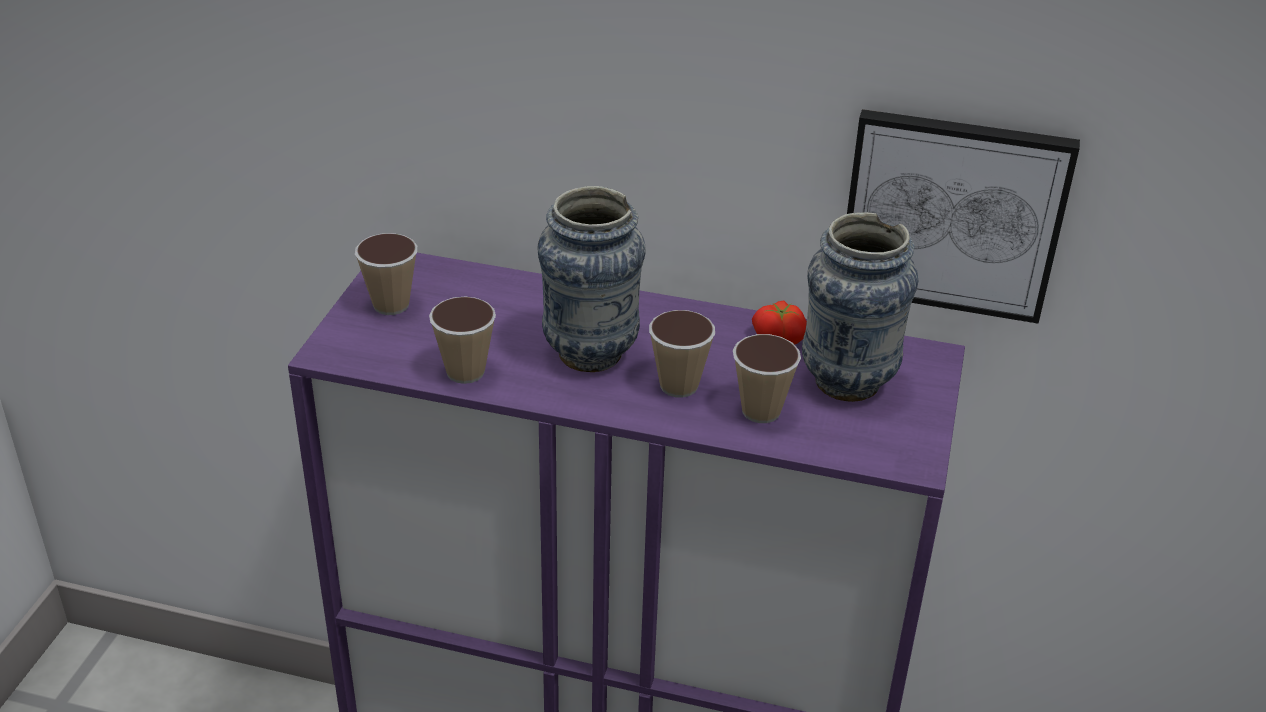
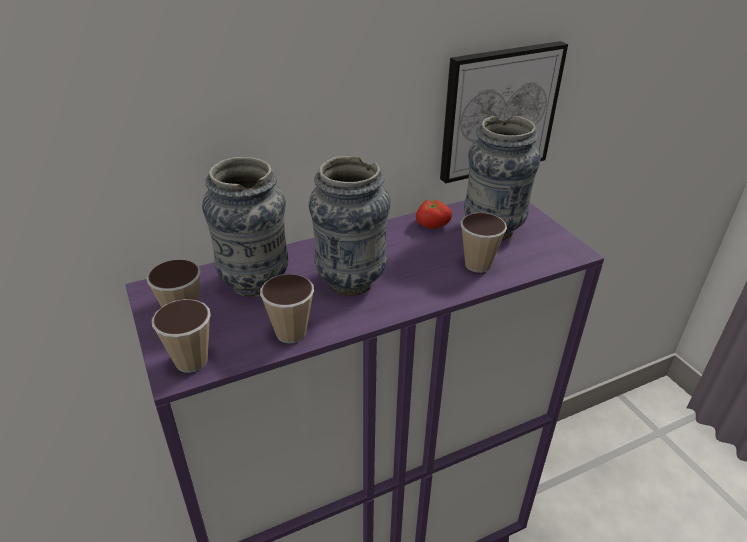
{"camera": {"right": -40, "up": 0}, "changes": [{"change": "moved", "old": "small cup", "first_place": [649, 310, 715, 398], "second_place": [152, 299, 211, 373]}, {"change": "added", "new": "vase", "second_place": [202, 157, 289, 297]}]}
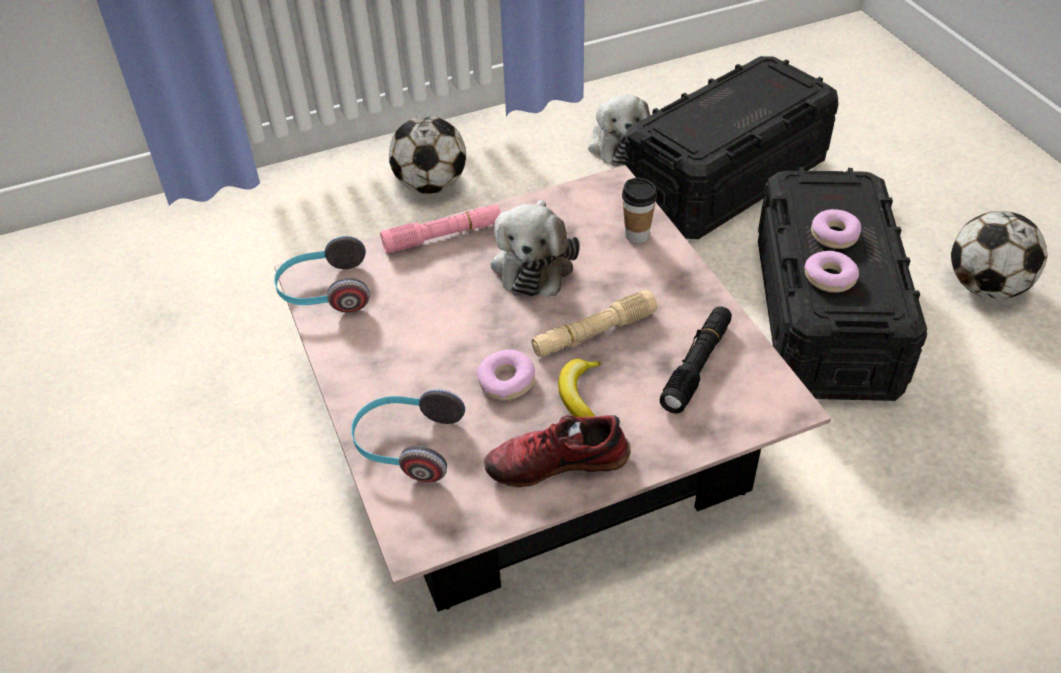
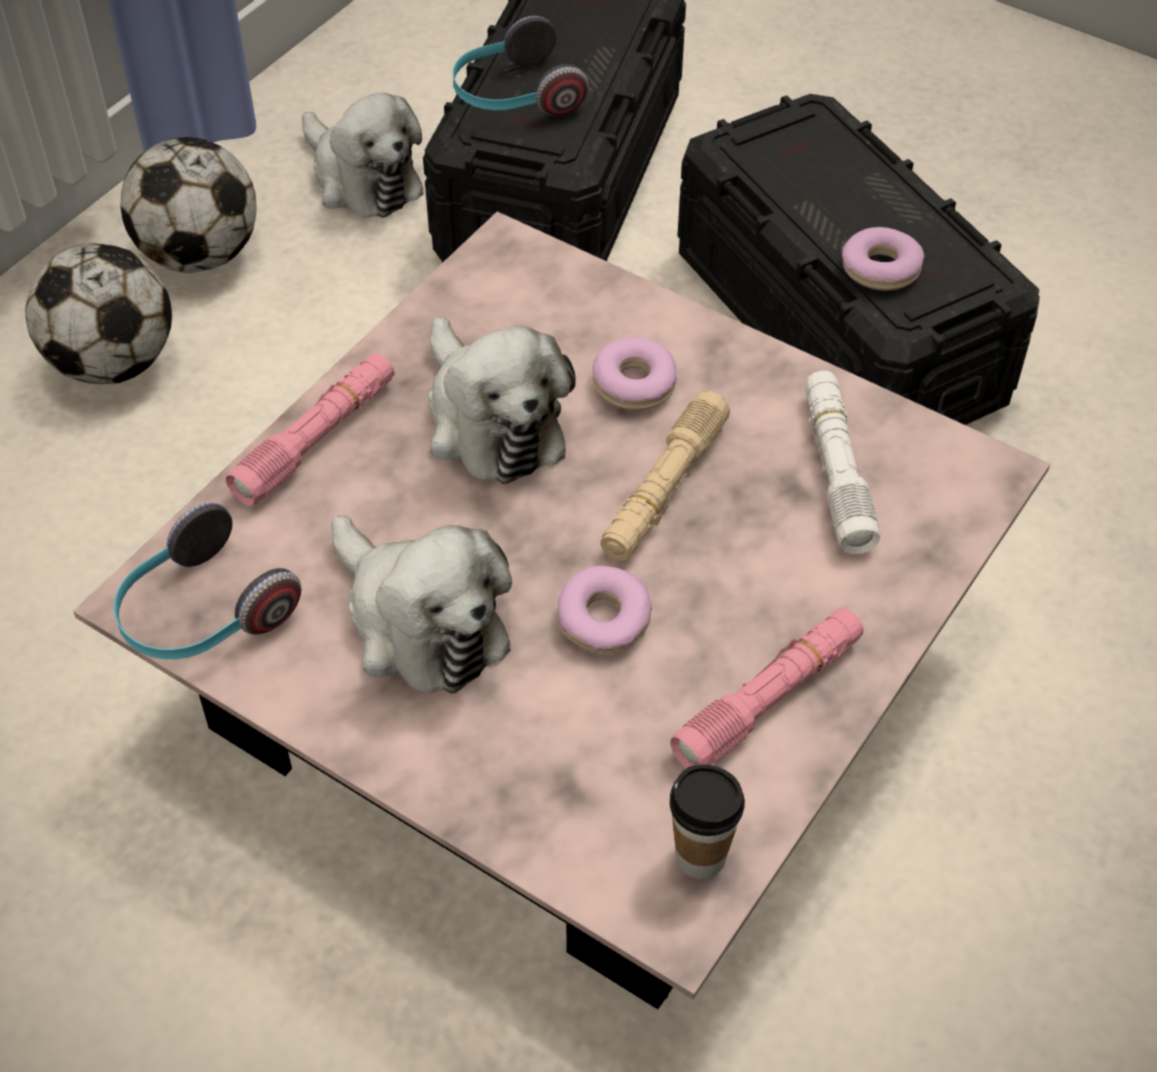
{"camera": {"right": -35, "up": 5}, "changes": [{"change": "moved", "old": "football", "first_place": [951, 211, 1047, 299], "second_place": [120, 137, 256, 273]}, {"change": "added", "new": "cuddly toy", "second_place": [331, 515, 512, 693]}, {"change": "moved", "old": "headphones", "first_place": [351, 389, 465, 482], "second_place": [453, 16, 589, 116]}, {"change": "moved", "old": "donut", "first_place": [811, 209, 861, 249], "second_place": [592, 337, 676, 410]}, {"change": "replaced", "old": "low shoe", "new": "torch (pinkish)", "first_place": [484, 415, 631, 488], "second_place": [670, 608, 864, 768]}, {"change": "moved", "old": "small cup", "first_place": [622, 178, 657, 243], "second_place": [670, 764, 745, 879]}, {"change": "recoloured", "old": "torch (blackish)", "new": "torch (whitish)", "first_place": [660, 306, 732, 413], "second_place": [805, 371, 880, 554]}, {"change": "removed", "old": "banana fruit", "first_place": [558, 359, 602, 417]}]}
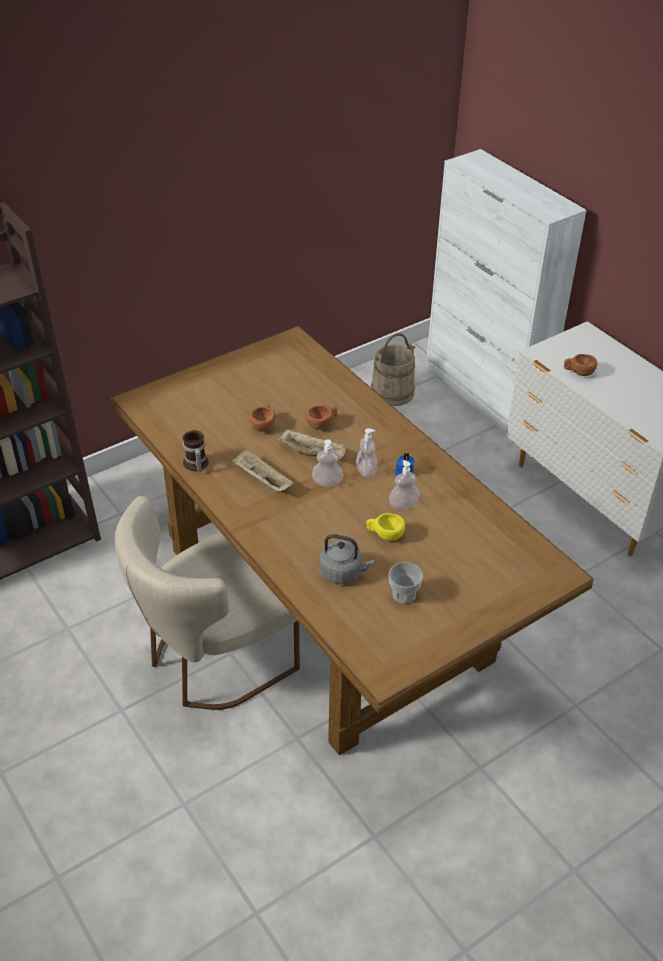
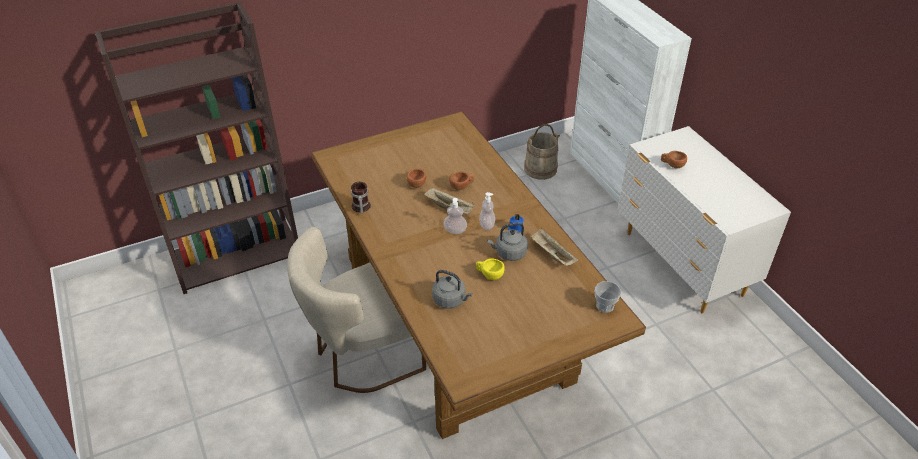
{"camera": {"right": 10, "up": 0}, "changes": [{"change": "replaced", "old": "soap dispenser", "new": "tea kettle (grey)", "first_place": [389, 460, 420, 510], "second_place": [487, 222, 528, 261]}, {"change": "moved", "old": "carrying tray (beige-coloured)", "first_place": [232, 449, 294, 492], "second_place": [530, 229, 578, 266]}, {"change": "moved", "old": "small cup", "first_place": [389, 562, 423, 604], "second_place": [595, 281, 621, 313]}]}
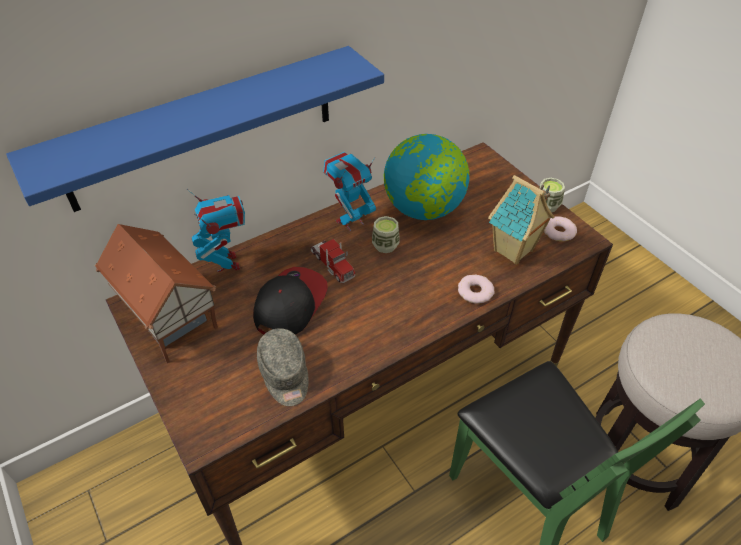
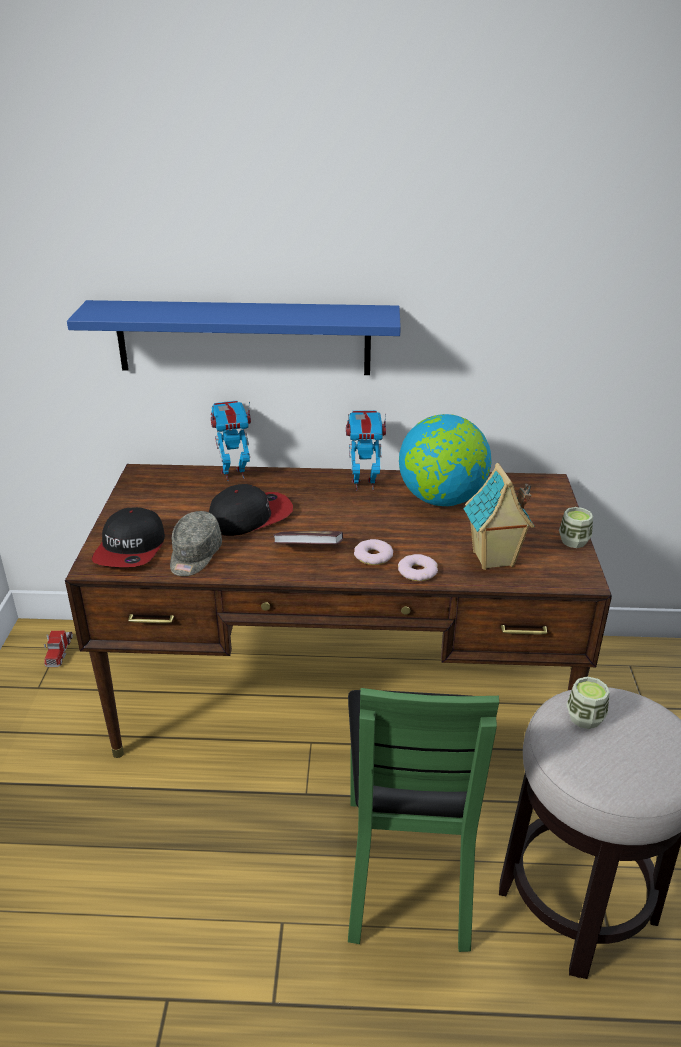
{"camera": {"right": 35, "up": -15}, "changes": [{"change": "moved", "old": "toy truck", "first_place": [310, 239, 355, 283], "second_place": [44, 631, 73, 667]}, {"change": "added", "new": "peaked cap", "second_place": [92, 507, 165, 567]}, {"change": "turned", "old": "robot figure", "first_place": [187, 189, 245, 272], "second_place": [211, 401, 251, 481], "degrees": -120}, {"change": "added", "new": "book", "second_place": [273, 531, 343, 544]}, {"change": "moved", "old": "donut", "first_place": [544, 216, 577, 241], "second_place": [354, 539, 393, 565]}, {"change": "moved", "old": "small cup", "first_place": [372, 216, 400, 253], "second_place": [567, 677, 610, 729]}, {"change": "removed", "old": "toy house", "first_place": [95, 224, 218, 363]}]}
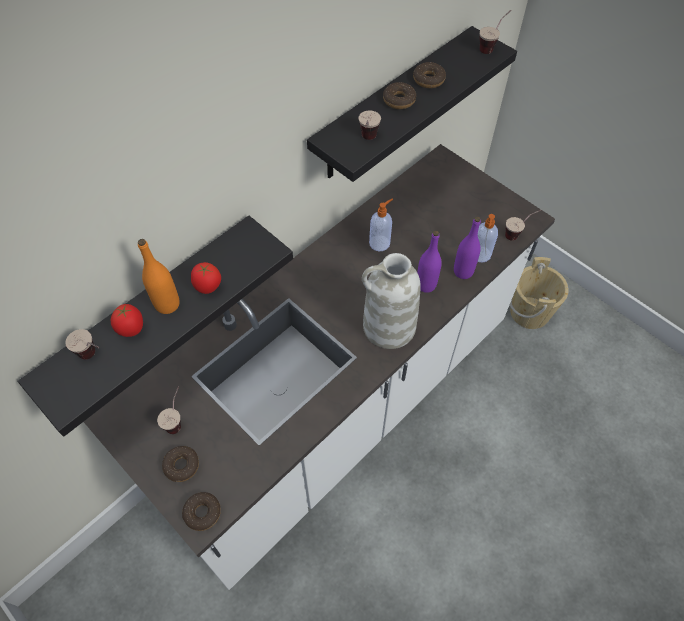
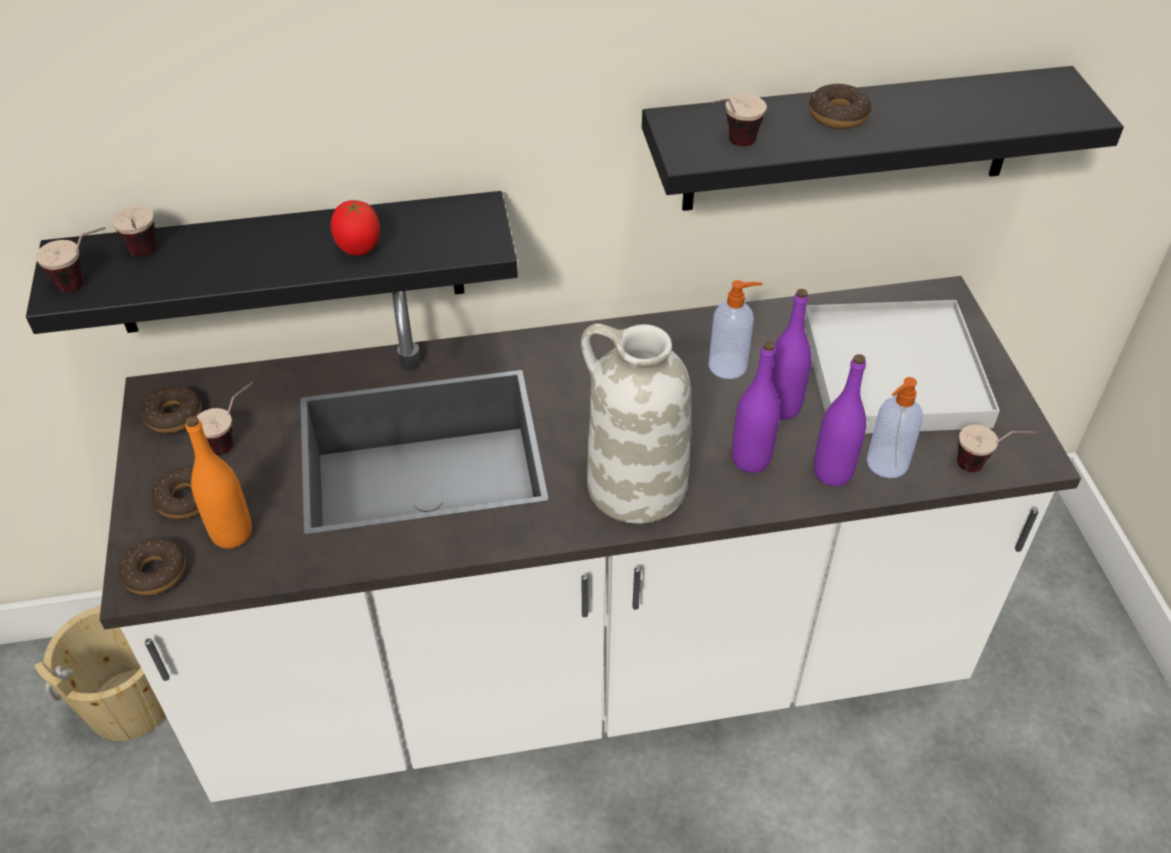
{"camera": {"right": 35, "up": -10}, "changes": [{"change": "moved", "old": "bucket (beige-coloured)", "first_place": [510, 257, 569, 329], "second_place": [34, 606, 166, 741]}, {"change": "moved", "old": "small cup", "first_place": [480, 10, 512, 54], "second_place": [35, 227, 105, 292]}, {"change": "moved", "old": "donut", "first_place": [413, 62, 446, 88], "second_place": [141, 385, 201, 433]}, {"change": "moved", "old": "drink bottle (orange-coloured)", "first_place": [138, 239, 179, 314], "second_place": [186, 416, 252, 549]}, {"change": "added", "new": "drink bottle (purple)", "second_place": [772, 289, 811, 420]}, {"change": "added", "new": "carrying tray (whitish)", "second_place": [804, 300, 1000, 434]}, {"change": "removed", "old": "whole tomato", "first_place": [111, 304, 143, 337]}]}
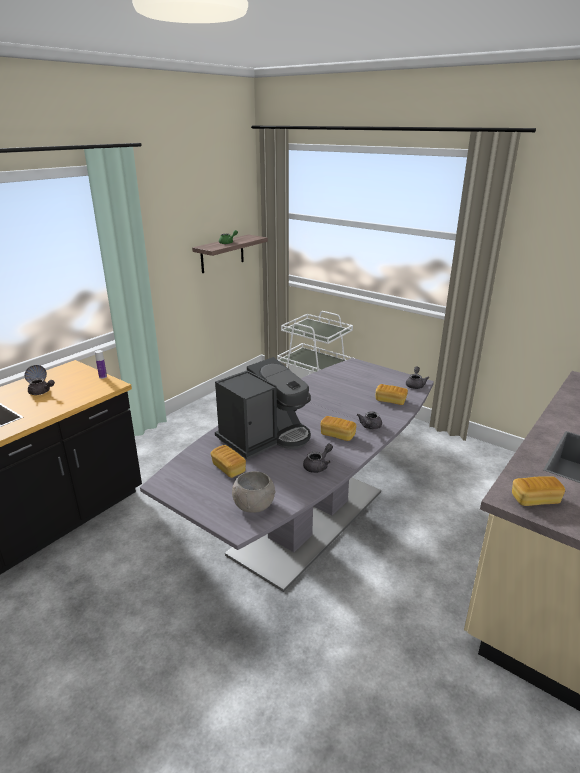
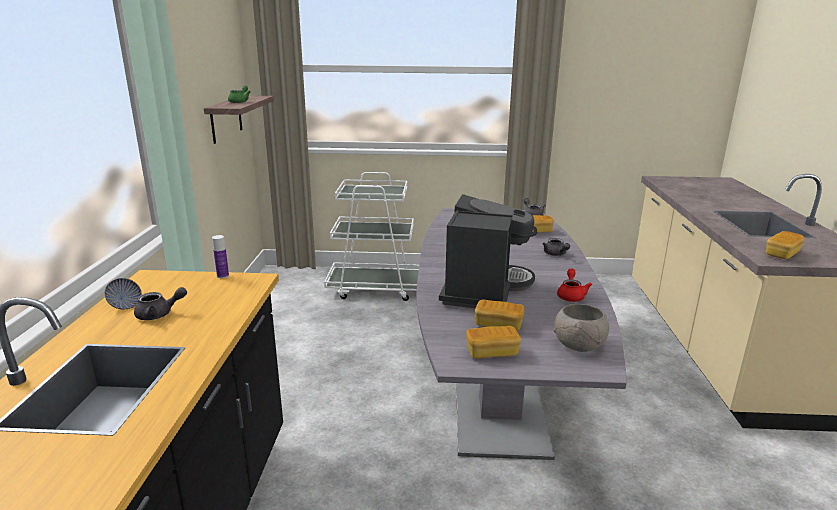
{"camera": {"right": -35, "up": -5}, "changes": [{"change": "moved", "old": "bread", "first_place": [320, 416, 357, 441], "second_place": [466, 326, 521, 359]}, {"change": "recoloured", "old": "tea pot (grey)", "new": "tea pot (reddish)", "first_place": [303, 443, 333, 473], "second_place": [557, 269, 592, 302]}]}
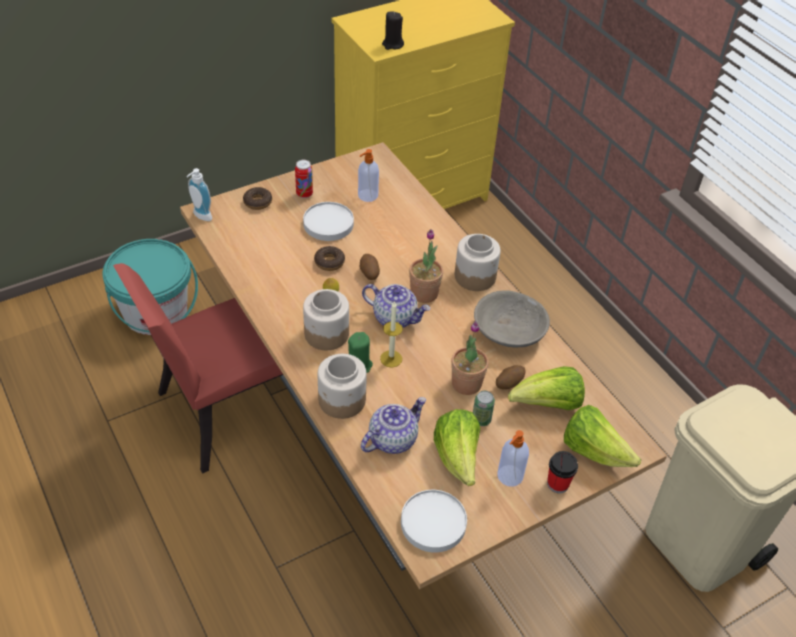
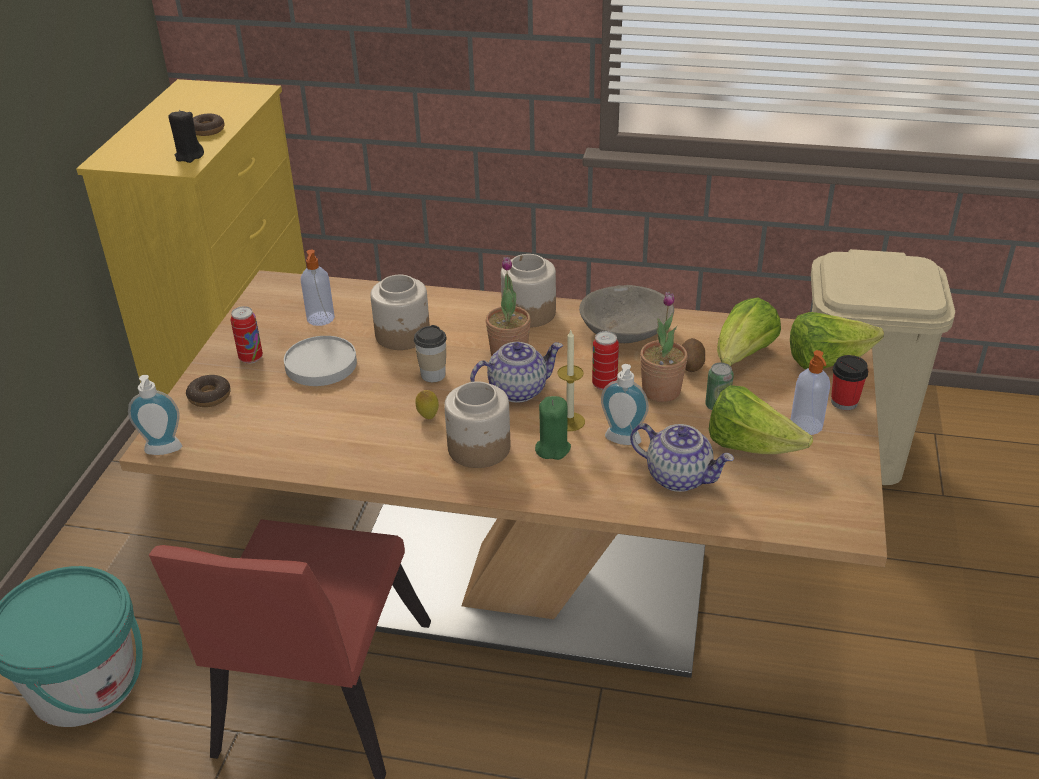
{"camera": {"right": -45, "up": -10}, "changes": [{"change": "moved", "old": "donut", "first_place": [314, 246, 345, 271], "second_place": [193, 113, 224, 136]}, {"change": "moved", "old": "preserve jar", "first_place": [318, 354, 367, 419], "second_place": [370, 275, 430, 350]}, {"change": "replaced", "old": "spud", "new": "small cup", "first_place": [360, 254, 380, 280], "second_place": [414, 325, 447, 382]}, {"change": "added", "new": "sealed can", "second_place": [592, 331, 619, 390]}, {"change": "added", "new": "soap dispenser", "second_place": [601, 364, 649, 445]}, {"change": "turned", "old": "tea pot", "first_place": [361, 397, 426, 454], "second_place": [630, 423, 734, 492], "degrees": 120}, {"change": "removed", "old": "flat dish (whitish)", "first_place": [401, 490, 467, 553]}]}
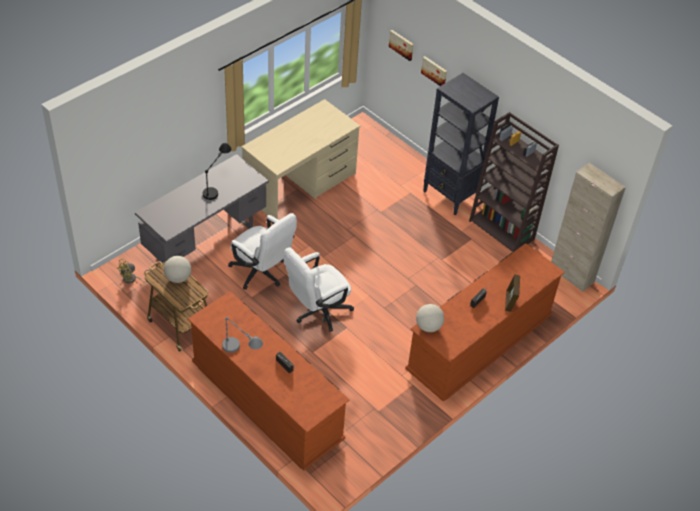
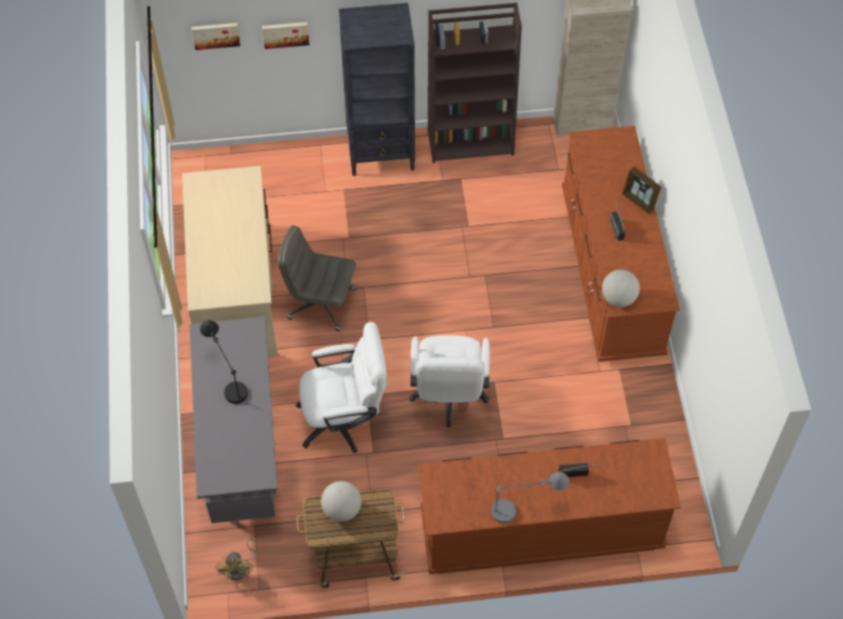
{"camera": {"right": -50, "up": 10}, "changes": [{"change": "added", "new": "office chair (grey)", "second_place": [278, 225, 356, 331]}]}
